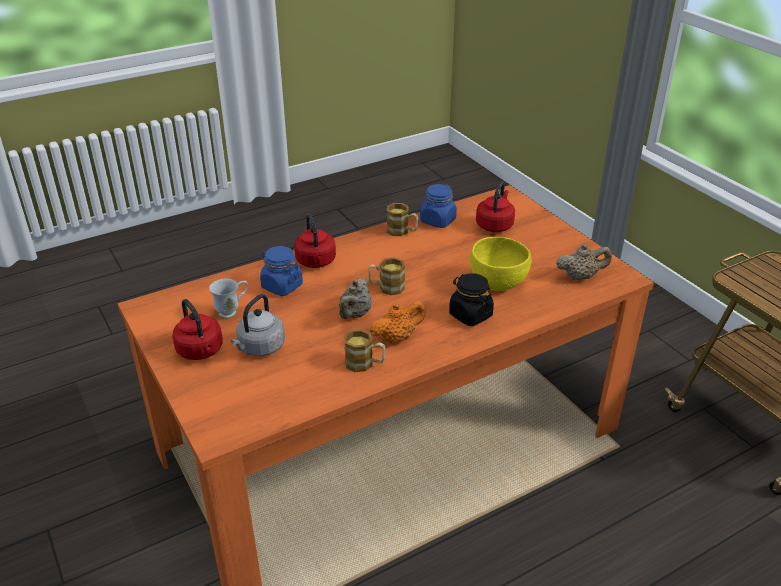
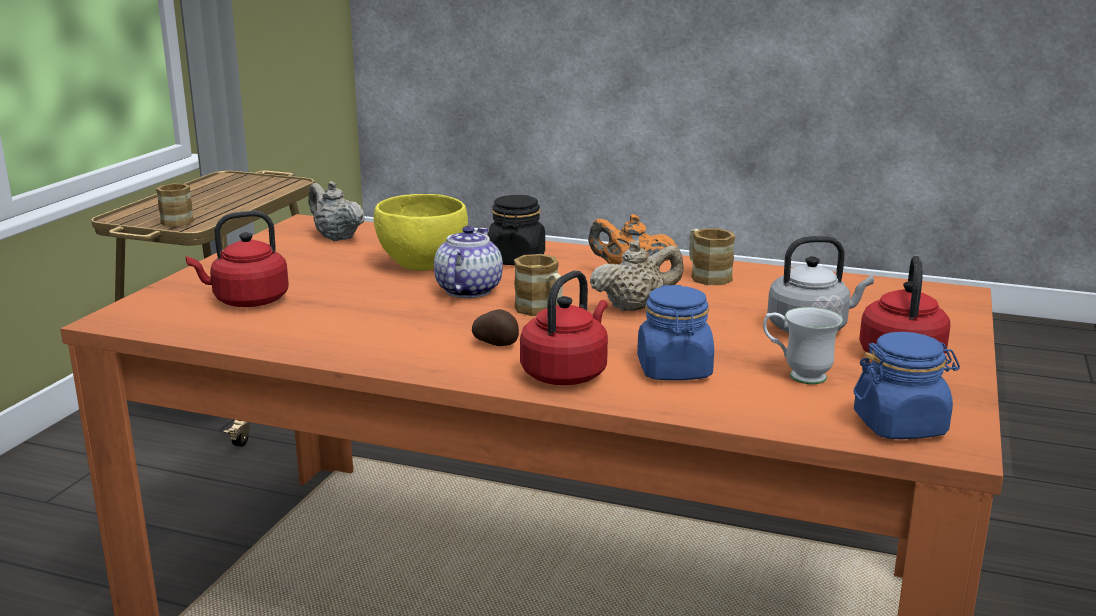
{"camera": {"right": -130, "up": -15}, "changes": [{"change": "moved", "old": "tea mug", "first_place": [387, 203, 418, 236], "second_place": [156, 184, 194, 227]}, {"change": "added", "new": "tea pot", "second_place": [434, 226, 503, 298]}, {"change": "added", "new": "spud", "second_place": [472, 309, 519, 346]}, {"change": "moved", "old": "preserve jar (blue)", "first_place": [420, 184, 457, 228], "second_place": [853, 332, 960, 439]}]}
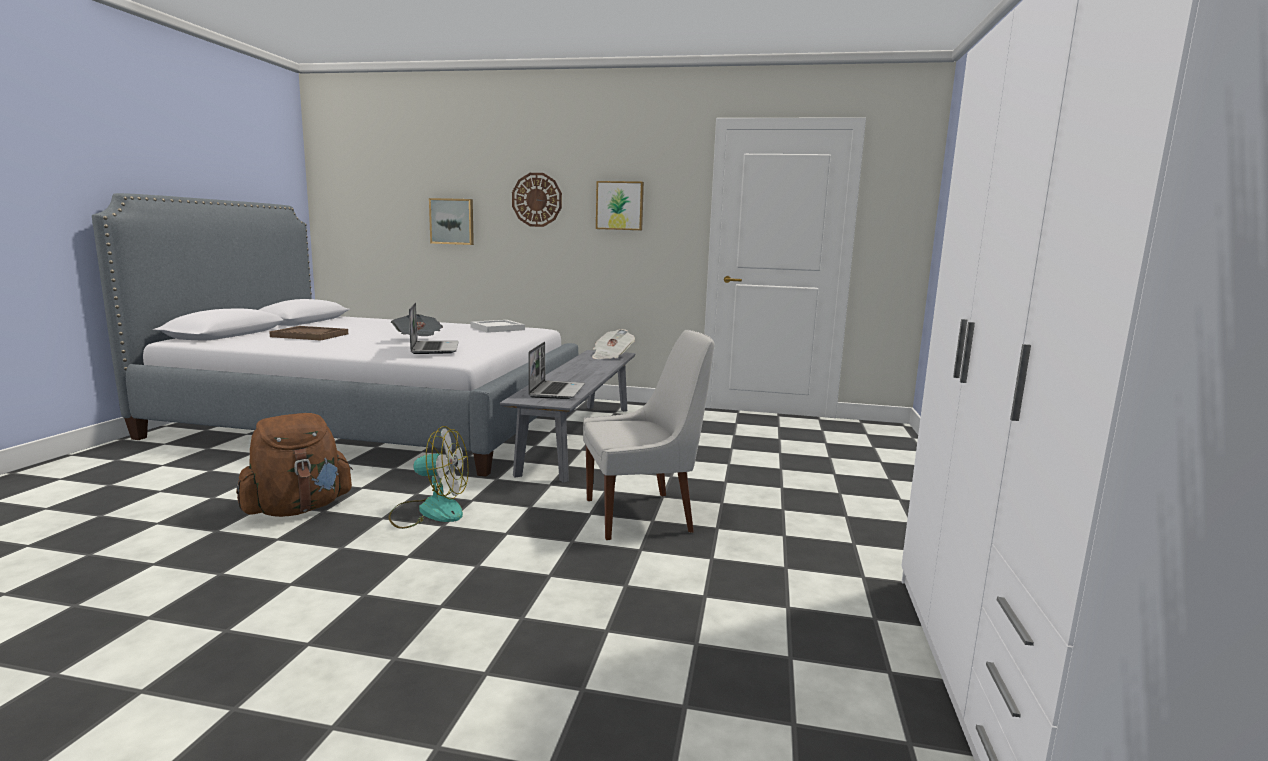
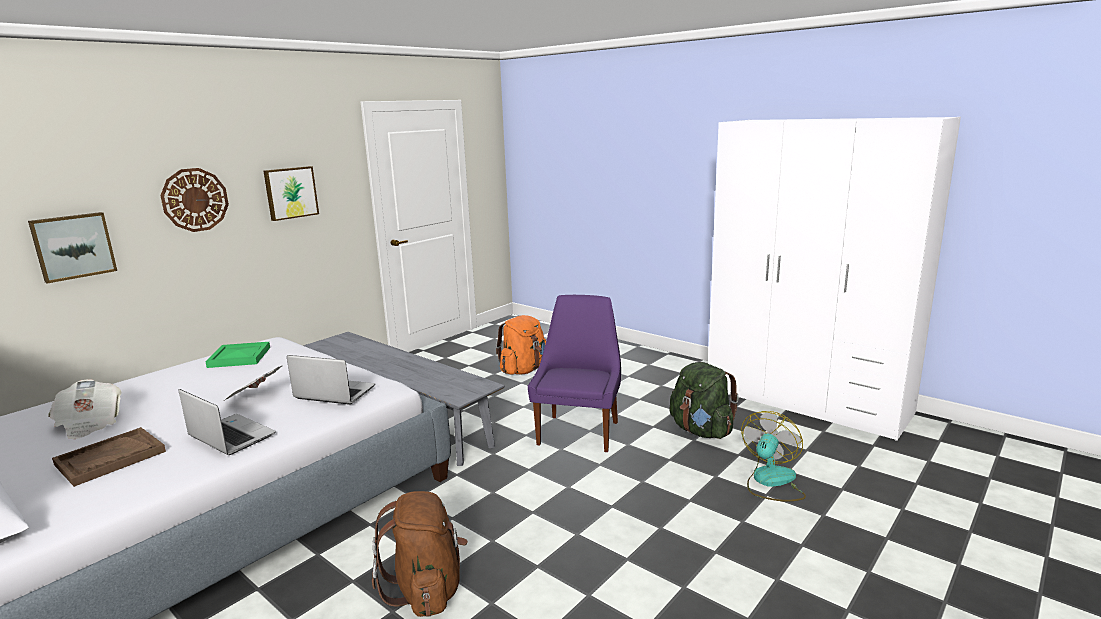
{"camera": {"right": -60, "up": 5}, "changes": [{"change": "moved", "old": "newspaper", "first_place": [592, 329, 635, 359], "second_place": [48, 379, 121, 439]}, {"change": "moved", "old": "portable computer", "first_place": [528, 342, 585, 399], "second_place": [178, 389, 276, 455]}, {"change": "recoloured", "old": "carrying tray (whitish)", "new": "carrying tray (greenish)", "first_place": [471, 320, 525, 333], "second_place": [205, 342, 270, 368]}, {"change": "added", "new": "rucksack (orange-coloured)", "second_place": [496, 315, 546, 375]}, {"change": "recoloured", "old": "plain chair (whitish)", "new": "plain chair (purple)", "first_place": [583, 330, 714, 540], "second_place": [528, 295, 621, 452]}, {"change": "added", "new": "rucksack (greenish)", "second_place": [669, 362, 739, 439]}, {"change": "moved", "old": "fan", "first_place": [388, 426, 469, 529], "second_place": [741, 411, 806, 502]}]}
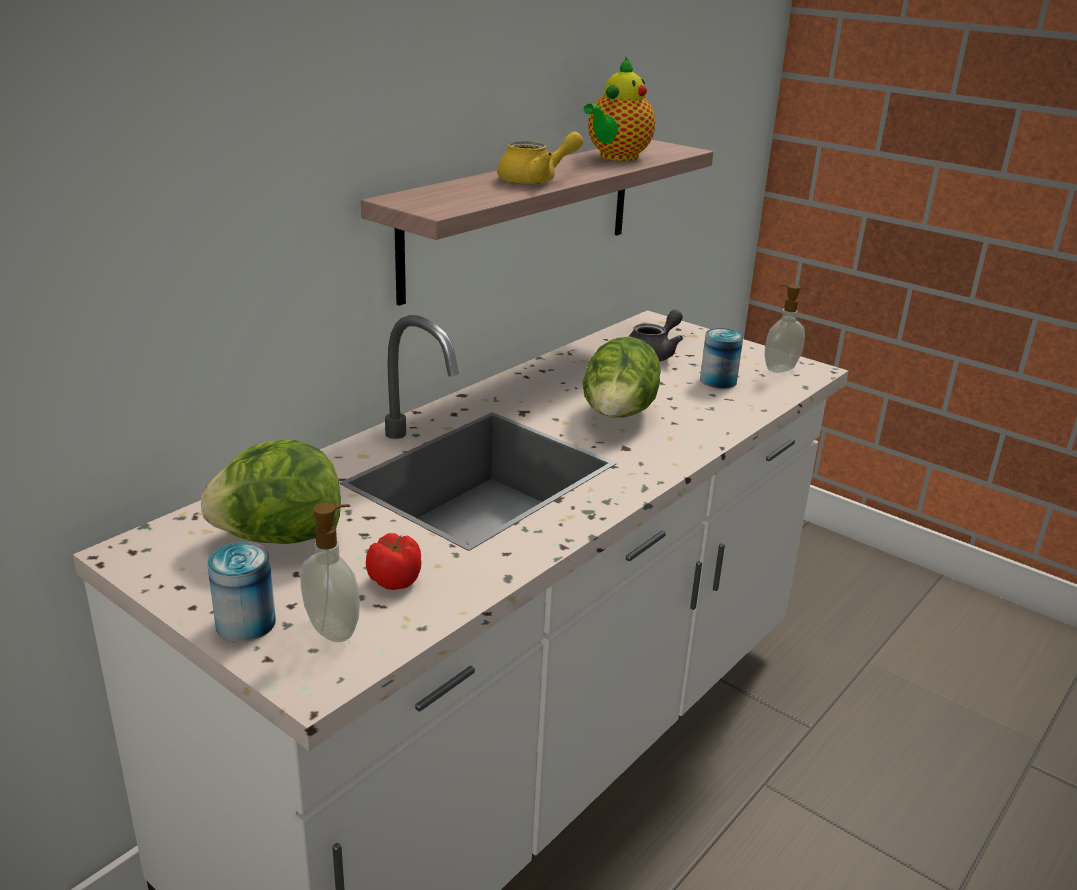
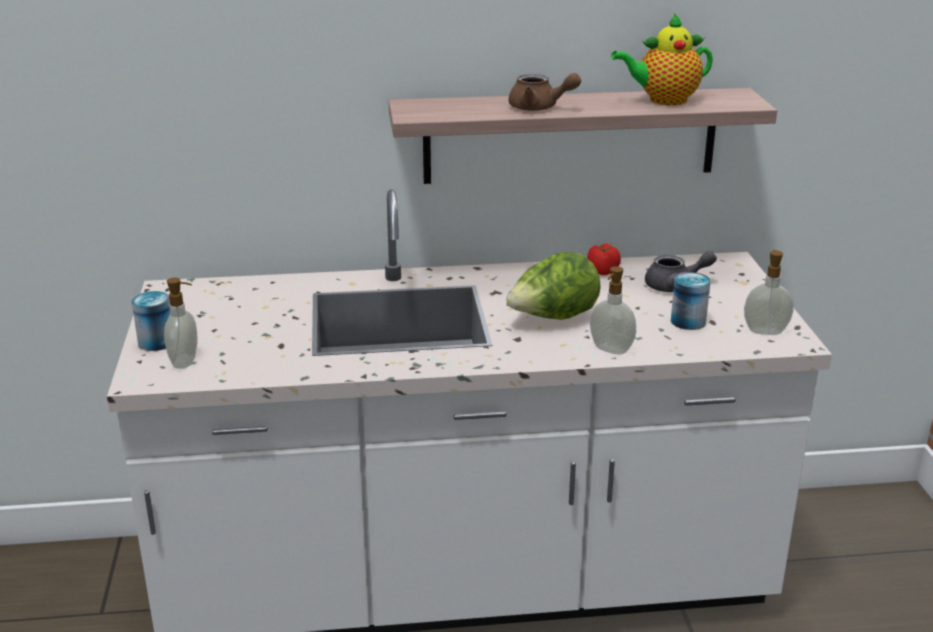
{"camera": {"right": 45, "up": 0}, "changes": [{"change": "recoloured", "old": "tea pot (yellowish)", "new": "tea pot (brownish)", "first_place": [497, 132, 583, 185], "second_place": [508, 73, 581, 111]}, {"change": "moved", "old": "whole tomato", "first_place": [366, 533, 421, 590], "second_place": [587, 243, 621, 275]}, {"change": "added", "new": "soap dispenser", "second_place": [590, 266, 636, 354]}, {"change": "removed", "old": "head of lettuce", "first_place": [201, 440, 341, 544]}]}
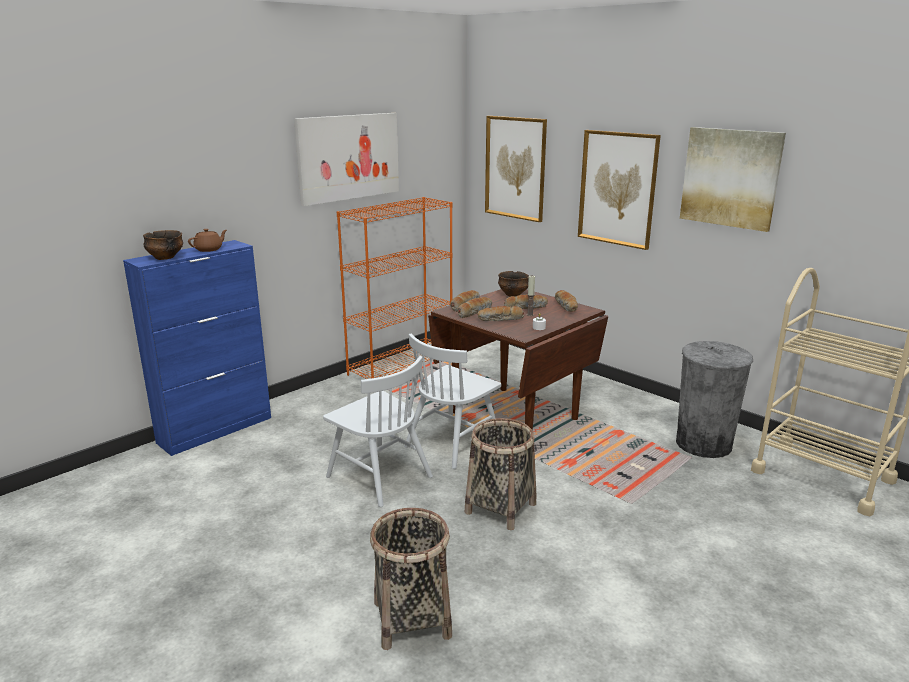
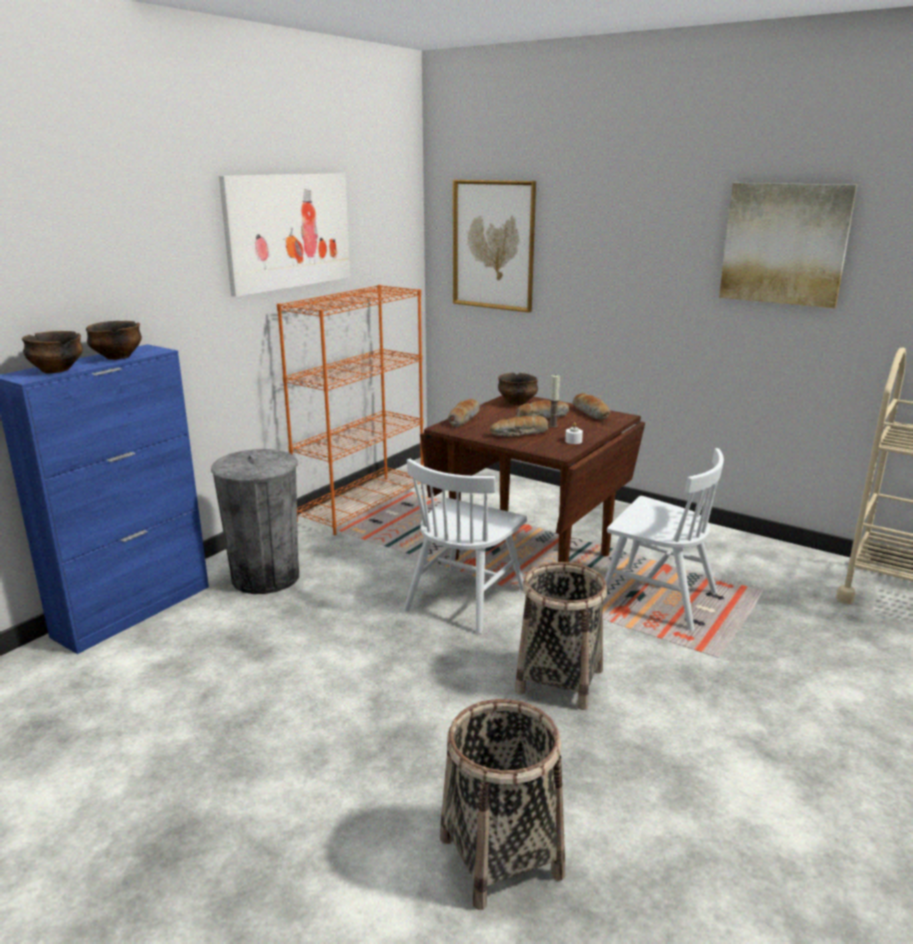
{"camera": {"right": -10, "up": 0}, "changes": [{"change": "replaced", "old": "tea pot (brownish)", "new": "serving bowl", "first_place": [188, 229, 227, 252], "second_place": [86, 321, 142, 360]}, {"change": "moved", "old": "trash can (grey)", "first_place": [676, 341, 753, 458], "second_place": [211, 449, 299, 594]}, {"change": "moved", "old": "plain chair (whitish)", "first_place": [323, 356, 433, 507], "second_place": [605, 448, 724, 631]}, {"change": "removed", "old": "bread", "first_place": [457, 297, 492, 318]}, {"change": "removed", "old": "wall picture", "first_place": [578, 130, 661, 250]}]}
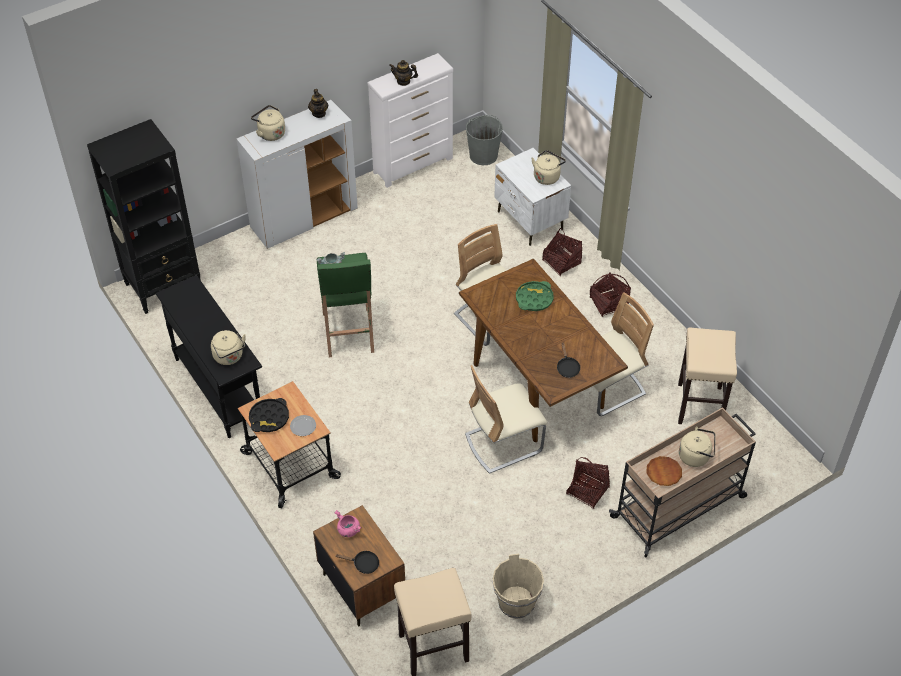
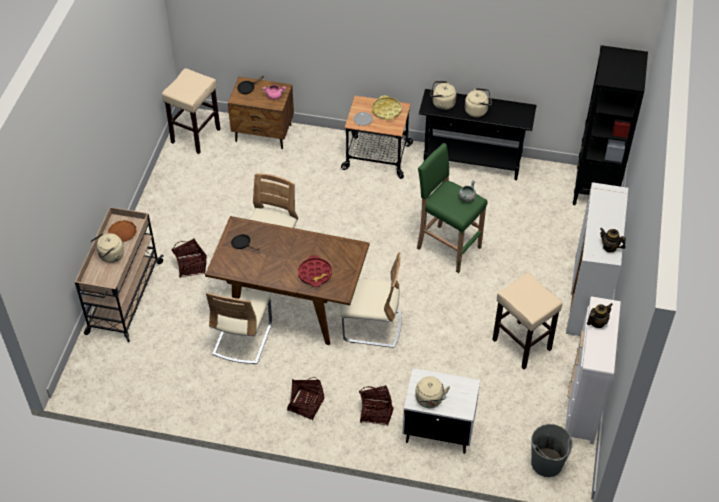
{"camera": {"right": 135, "up": 0}, "changes": [{"change": "recoloured", "old": "carrying tray (greenish)", "new": "carrying tray (reddish)", "first_place": [516, 281, 554, 311], "second_place": [298, 255, 332, 287]}, {"change": "recoloured", "old": "carrying tray (blackish)", "new": "carrying tray (yellowish)", "first_place": [249, 398, 289, 432], "second_place": [372, 95, 402, 120]}, {"change": "moved", "old": "tea kettle (beige-coloured)", "first_place": [251, 105, 285, 141], "second_place": [465, 88, 492, 117]}, {"change": "moved", "old": "stool (beige-coloured)", "first_place": [678, 328, 737, 424], "second_place": [492, 273, 563, 369]}, {"change": "removed", "old": "bucket (beige-coloured)", "first_place": [493, 554, 544, 619]}]}
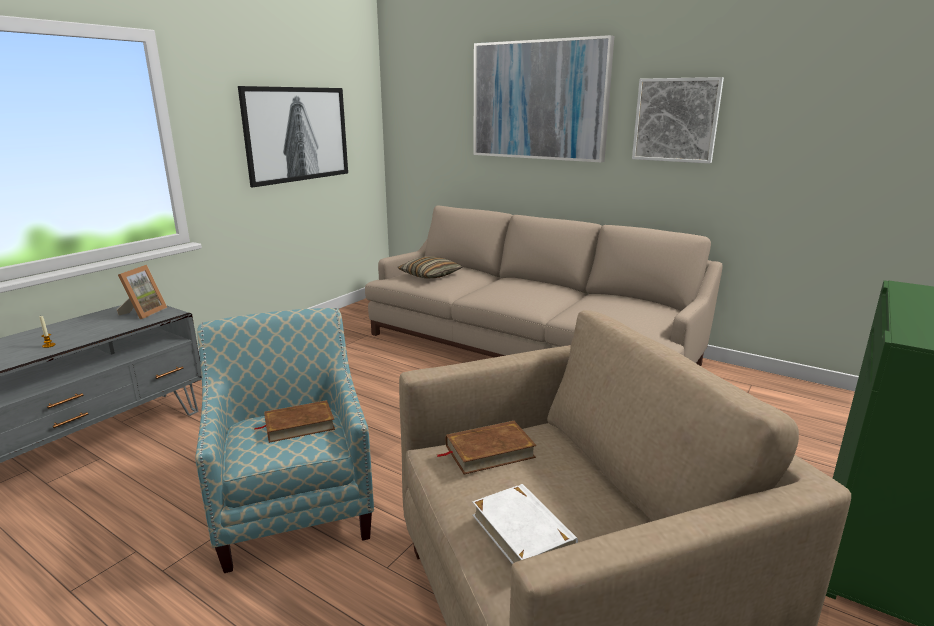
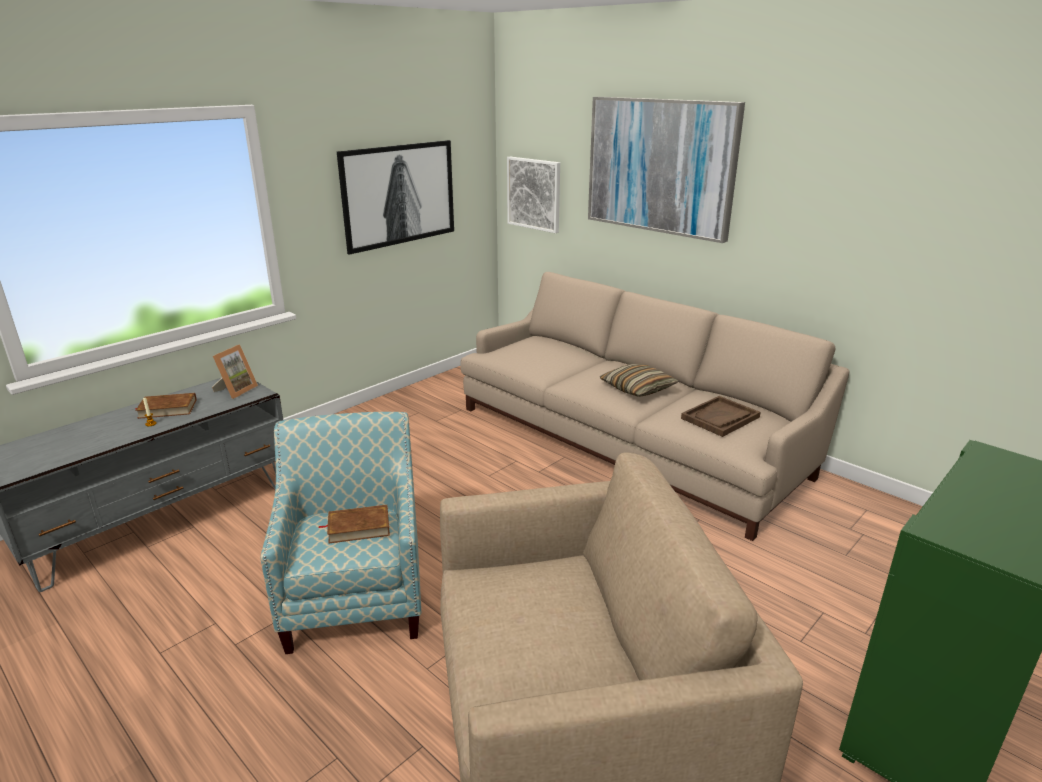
{"camera": {"right": 10, "up": 5}, "changes": [{"change": "moved", "old": "book (brownish)", "first_place": [437, 421, 537, 474], "second_place": [135, 393, 197, 419]}, {"change": "moved", "old": "wall picture", "first_place": [632, 77, 724, 164], "second_place": [507, 157, 560, 233]}, {"change": "moved", "old": "throw pillow", "first_place": [398, 256, 463, 279], "second_place": [600, 364, 679, 397]}, {"change": "added", "new": "carrying tray (brownish)", "second_place": [681, 396, 761, 437]}, {"change": "removed", "old": "book (whitish)", "first_place": [473, 484, 578, 564]}]}
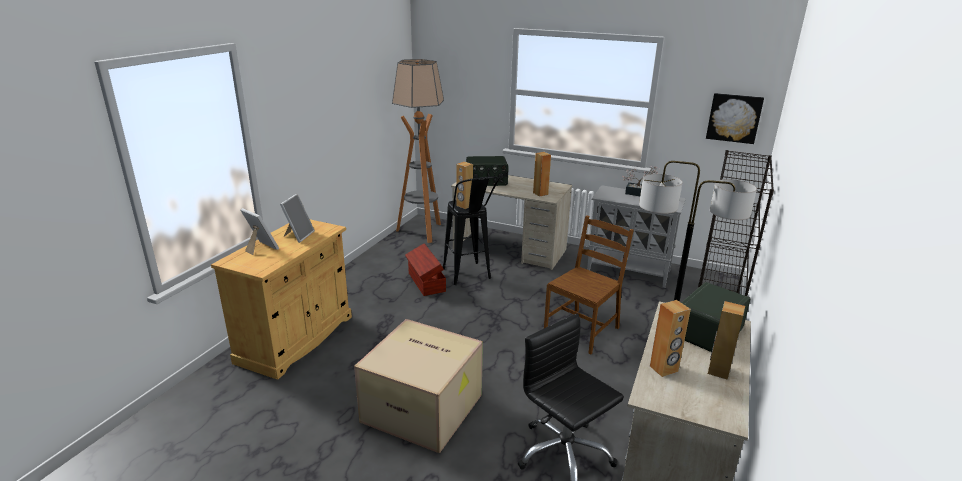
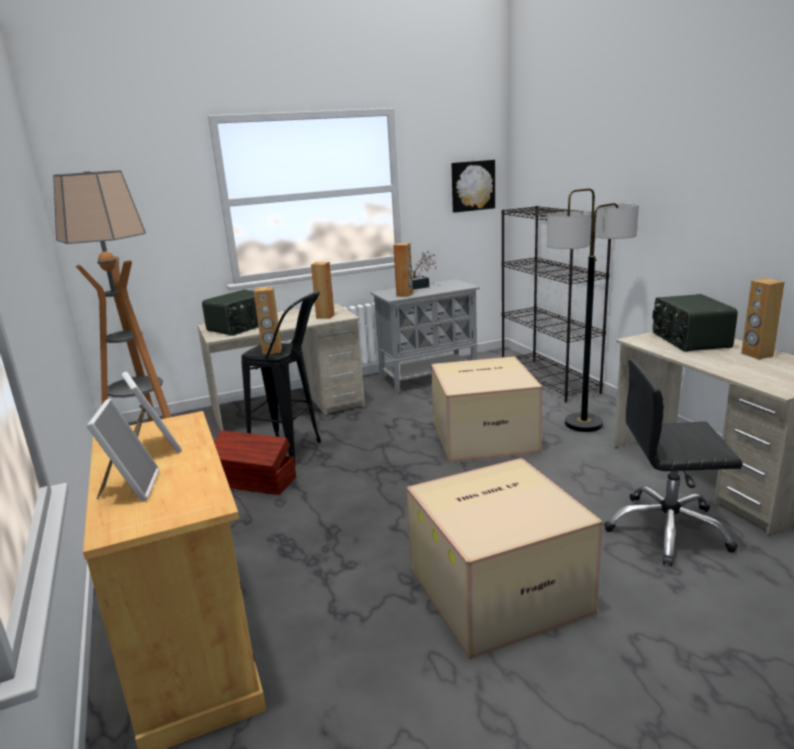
{"camera": {"right": -45, "up": -5}, "changes": [{"change": "turned", "old": "picture frame", "first_place": [240, 208, 279, 255], "second_place": [86, 399, 159, 502], "degrees": 90}, {"change": "moved", "old": "loudspeaker (brownish)", "first_place": [650, 300, 691, 377], "second_place": [393, 243, 413, 297]}, {"change": "replaced", "old": "plain chair (brownish)", "new": "packing box", "first_place": [544, 216, 634, 354], "second_place": [431, 356, 543, 462]}]}
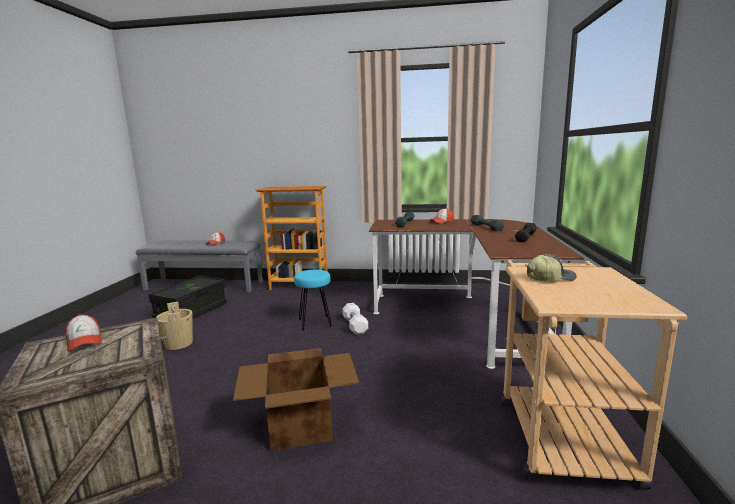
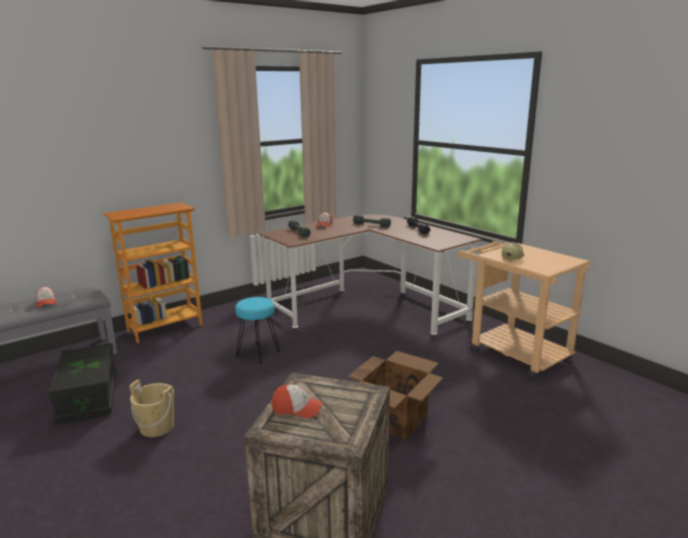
{"camera": {"right": -45, "up": 5}, "changes": [{"change": "removed", "old": "free weight (whitish)", "first_place": [342, 303, 368, 335]}]}
